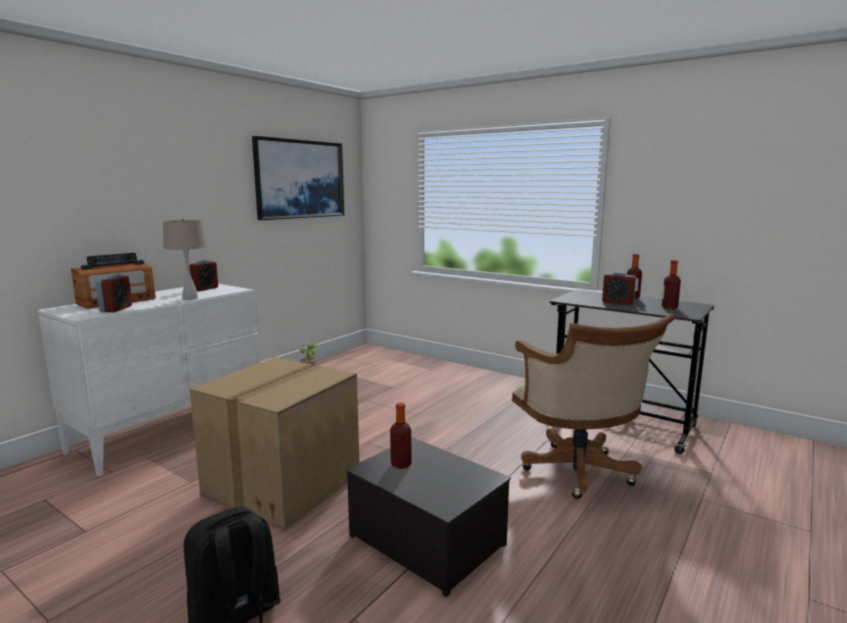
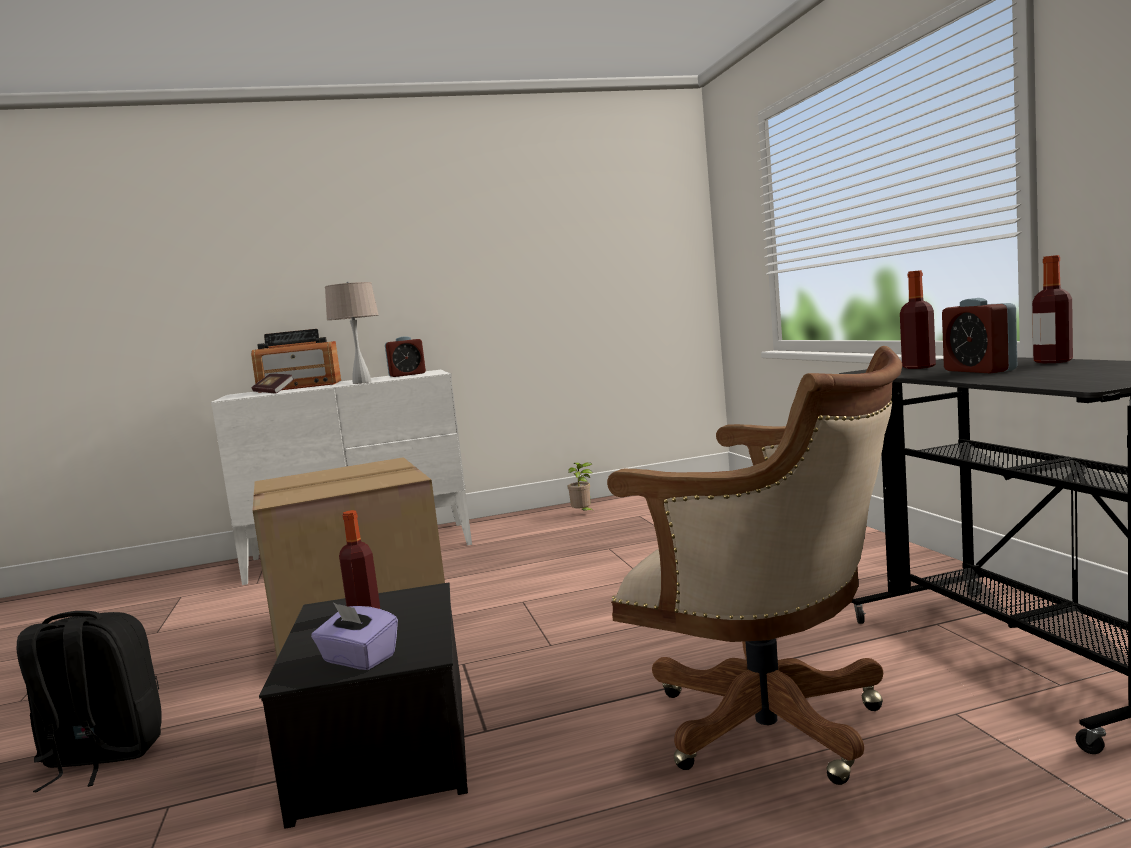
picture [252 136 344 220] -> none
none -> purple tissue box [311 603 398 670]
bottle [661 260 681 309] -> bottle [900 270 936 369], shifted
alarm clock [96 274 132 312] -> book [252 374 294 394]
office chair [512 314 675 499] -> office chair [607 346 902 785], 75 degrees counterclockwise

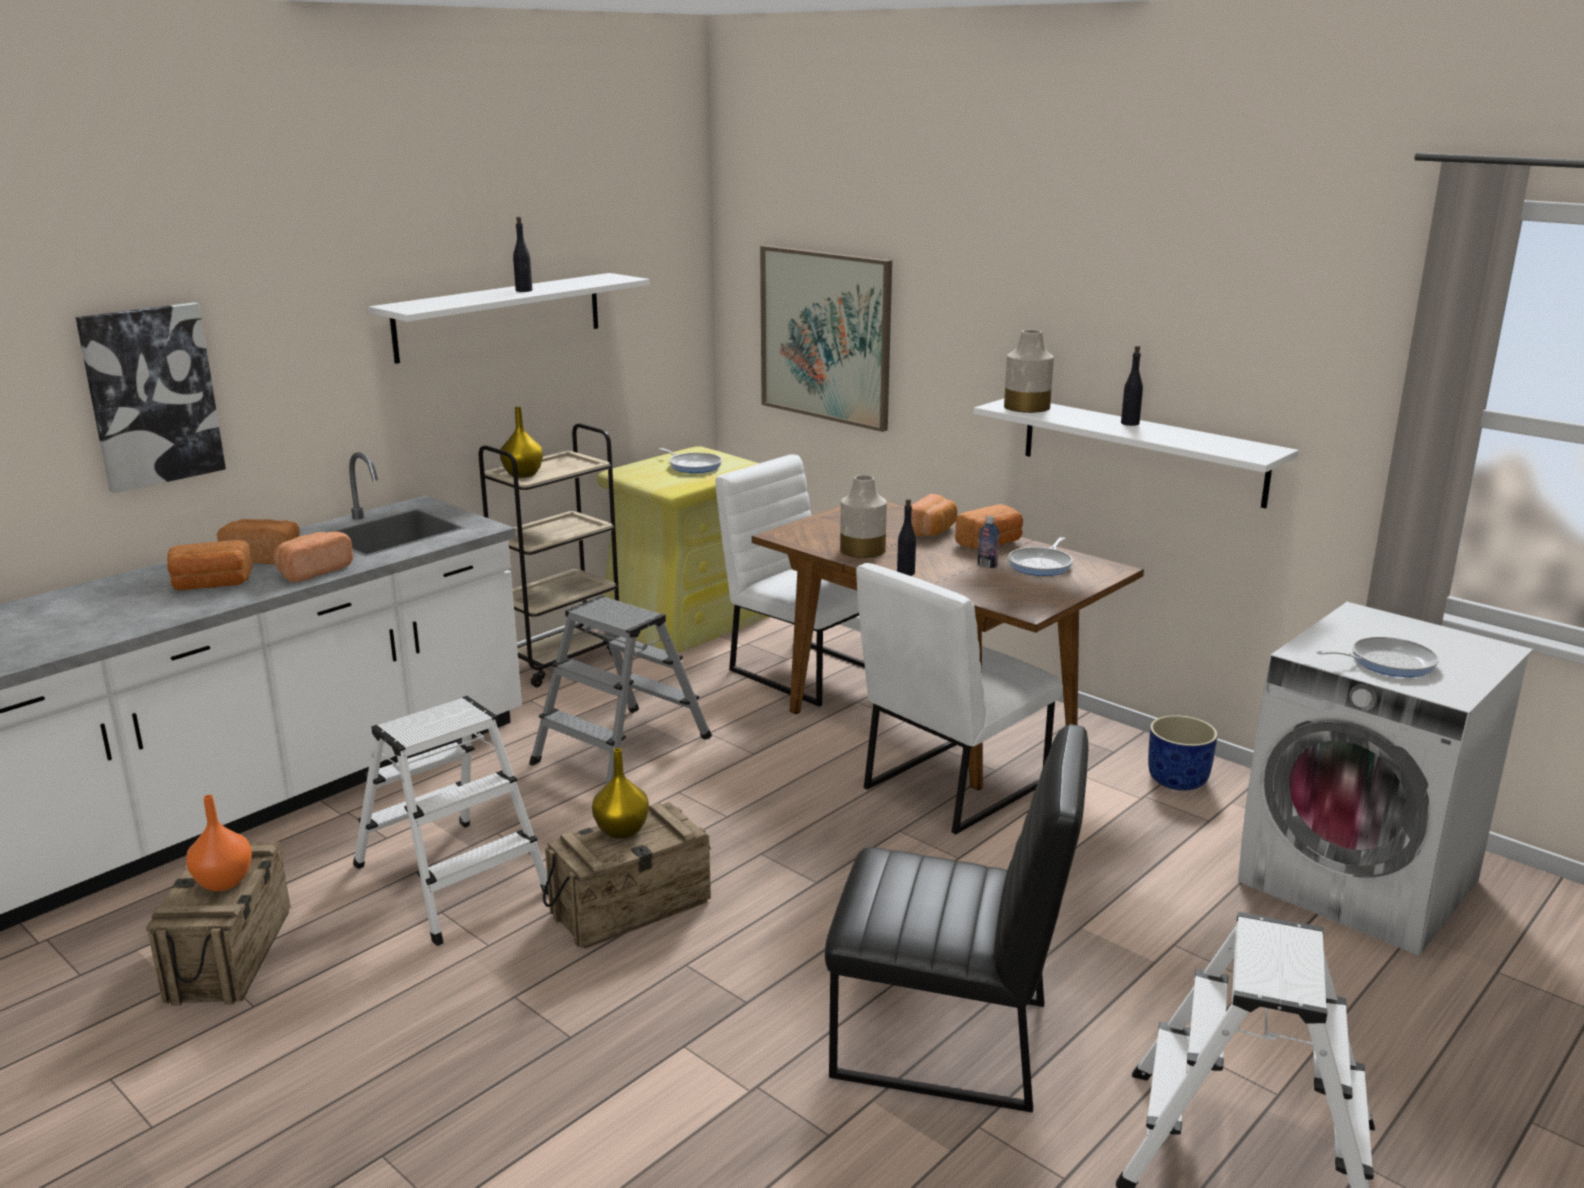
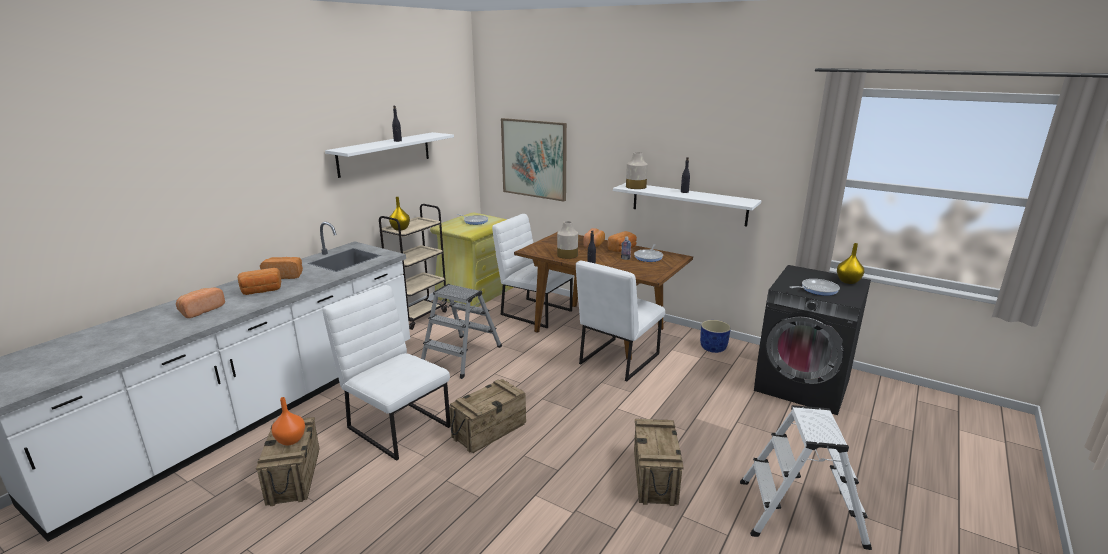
picture [76 302 226 493] -> none
bread [273 532 353 582] -> bread [176 288 225 318], shifted
yellow vase [592 748 649 839] -> yellow vase [837 243 864 284], shifted
white step ladder [353 696 549 946] -> white chair [322 285 451 461]
black chair [825 724 1088 1112] -> crate [634 419 684 506]
white washing machine [1238 602 1533 955] -> black washing machine [754 265 871 415]

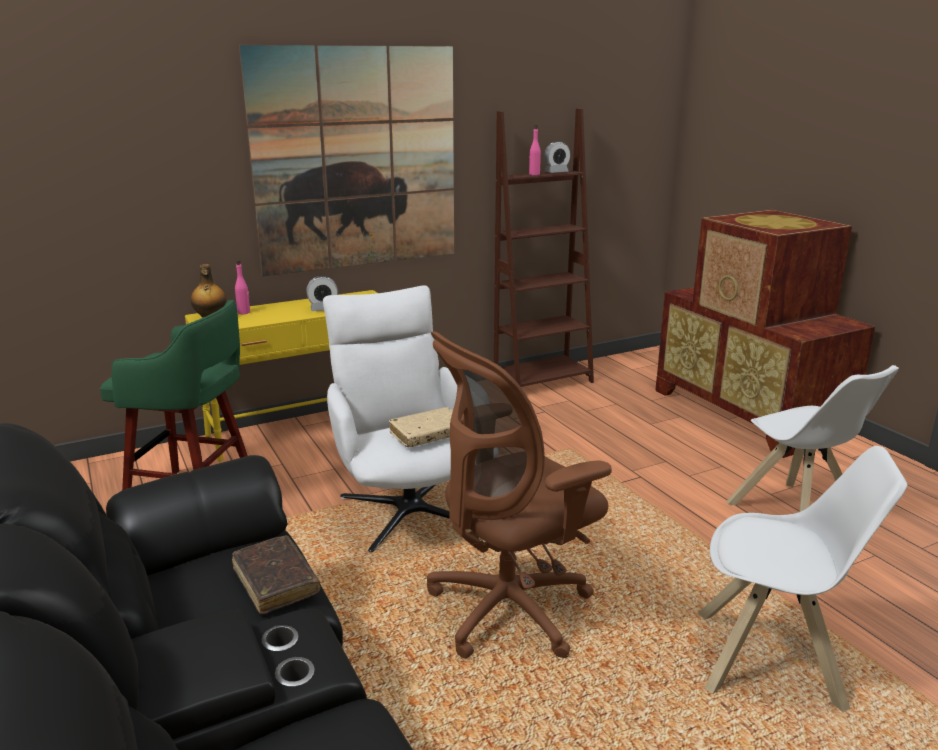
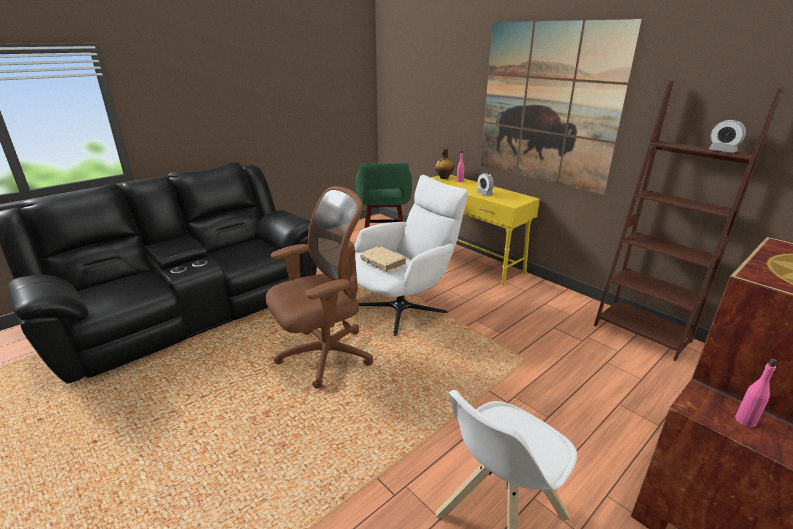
brown book [232 536 321 615] -> none
white chair [697 446 908 712] -> none
pink bottle [529 125 541 175] -> pink bottle [735 359 777 428], shifted
brown office chair [427 332 612 659] -> brown office chair [265 186 373 389], 105 degrees clockwise

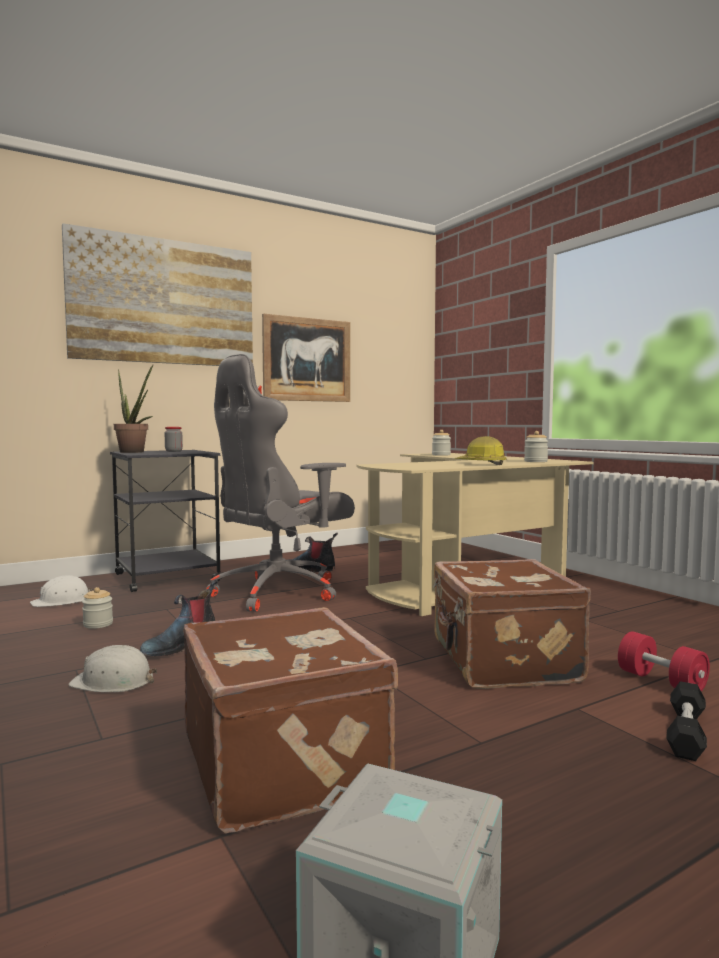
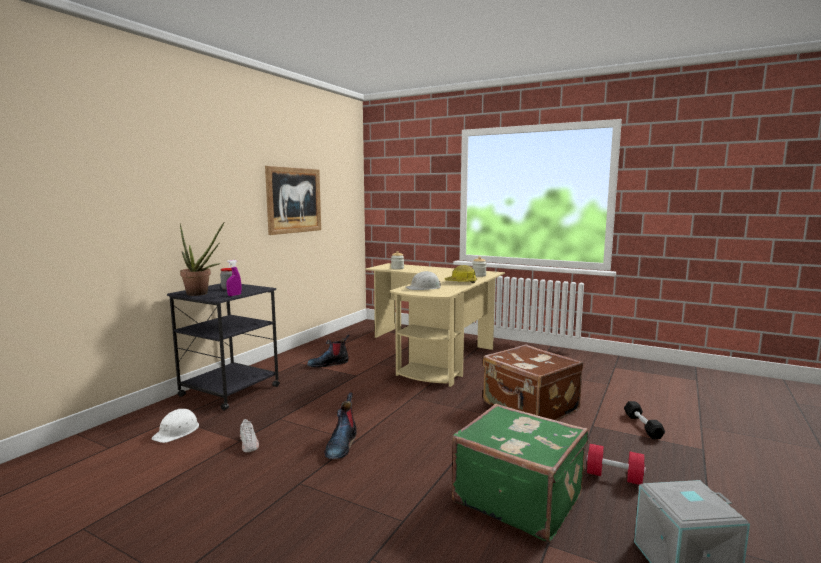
picture [62 223 253 366] -> none
grey office chair [205 354 355 612] -> none
none -> purple spray bottle [226 260 241 296]
white hard hat [68 645 157 692] -> white hard hat [405 271 441 290], shifted
red dumbbell [618 631 710 692] -> red dumbbell [586 444 646 485], shifted
jar [82 587 113 629] -> white shoe [240 419 259 452]
brown suitcase [183 607 398 833] -> green suitcase [452 404 588 543]

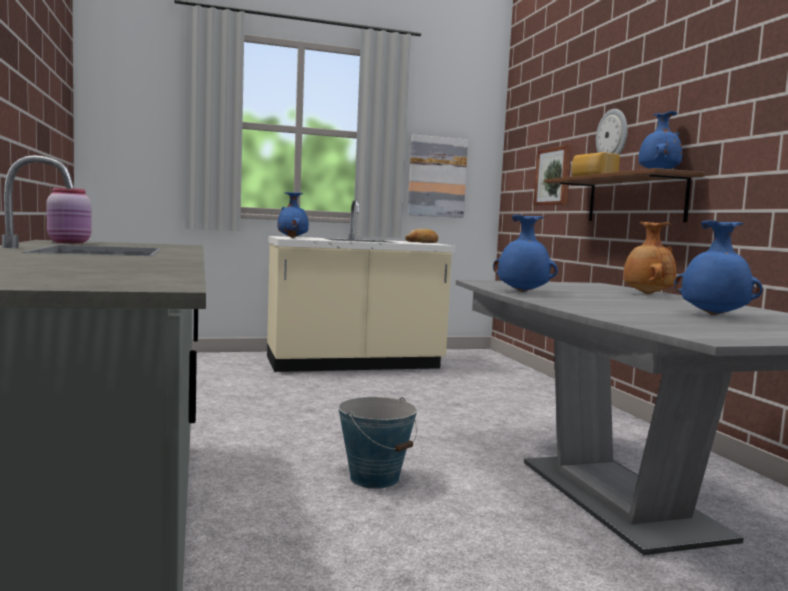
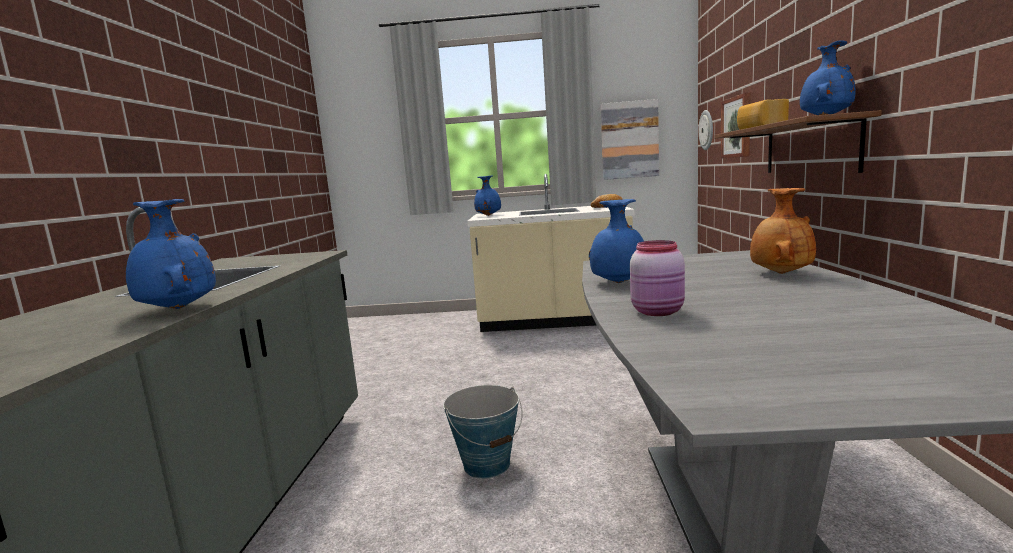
pink jar [46 187 92 243] -> pink jar [630 240 685 316], shifted
wall clock [596 109 628 155] -> wall clock [699 110 713 150], shifted
blue vase [674 220 763 315] -> blue vase [126 199 216 309], shifted

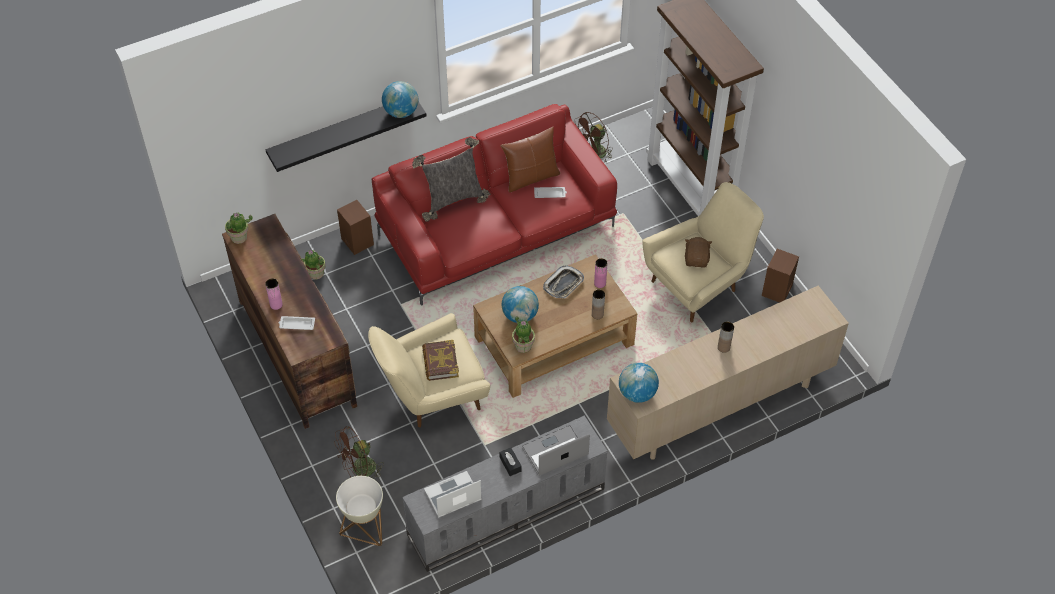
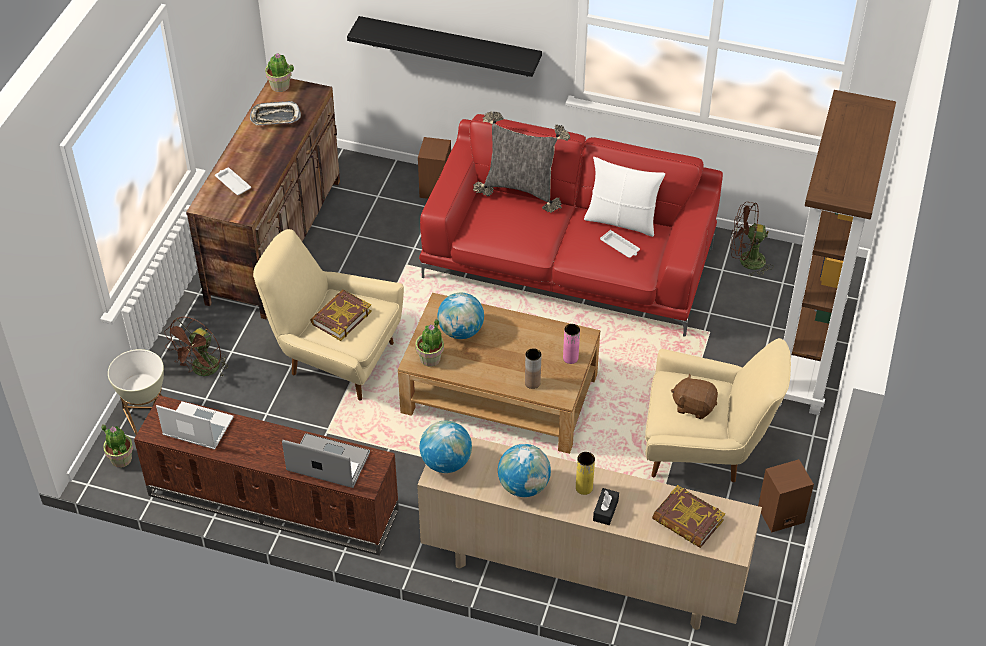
pink vase [265 278 283 310] -> none
none -> book [652 485 725 548]
potted plant [301 250 326 280] -> potted plant [102 425 133 468], shifted
globe [382 81 418 118] -> globe [498 444 551 497], shifted
black tissue box [499 448 522 476] -> black tissue box [593 488 619 525], shifted
tray [543 266 584 298] -> tray [250 101 301 125], shifted
grey tv stand [402 416 607 572] -> brown tv stand [134 395 399 556]
brown pillow [500 127 560 193] -> white pillow [584 157 665 237]
brown vase [718 322 734 353] -> yellow vase [576 452 595 495]
brown fan [334 426 384 478] -> brown fan [164 317 229 377], 75 degrees counterclockwise
brown plush toy [685 237 712 268] -> brown plush toy [671 373 718 419], 120 degrees counterclockwise

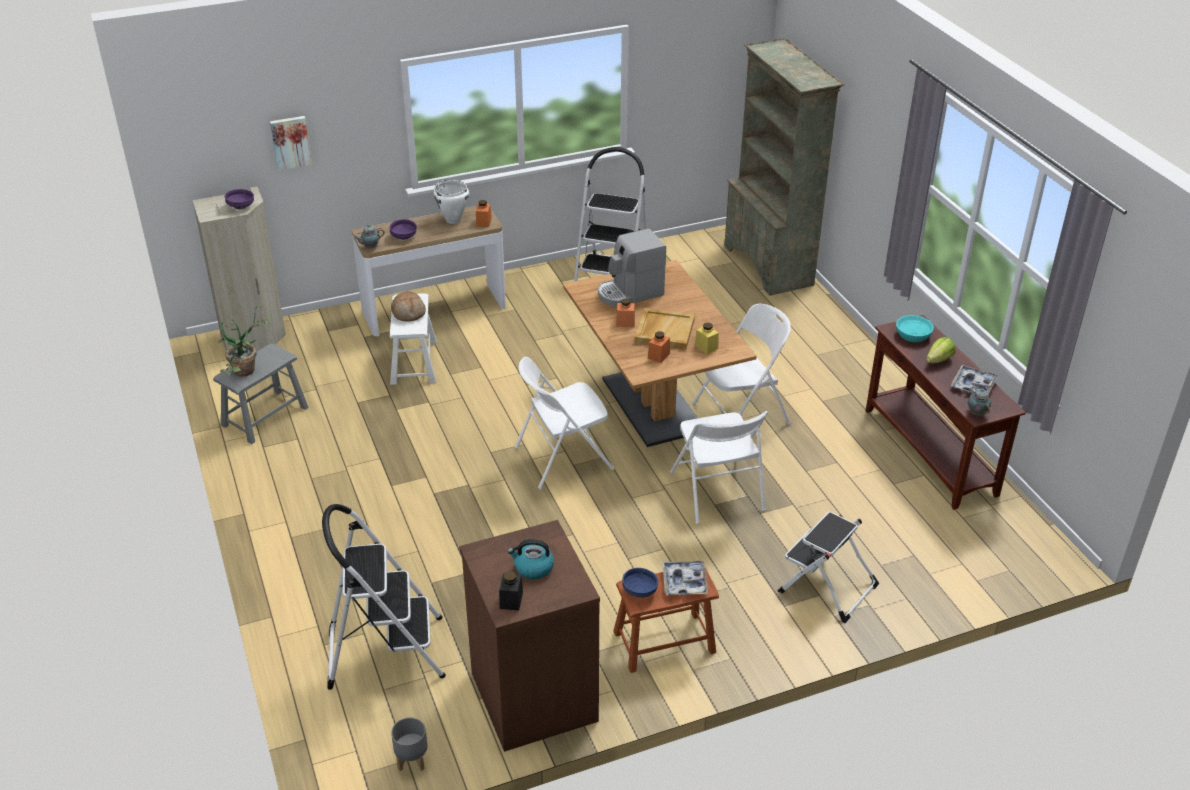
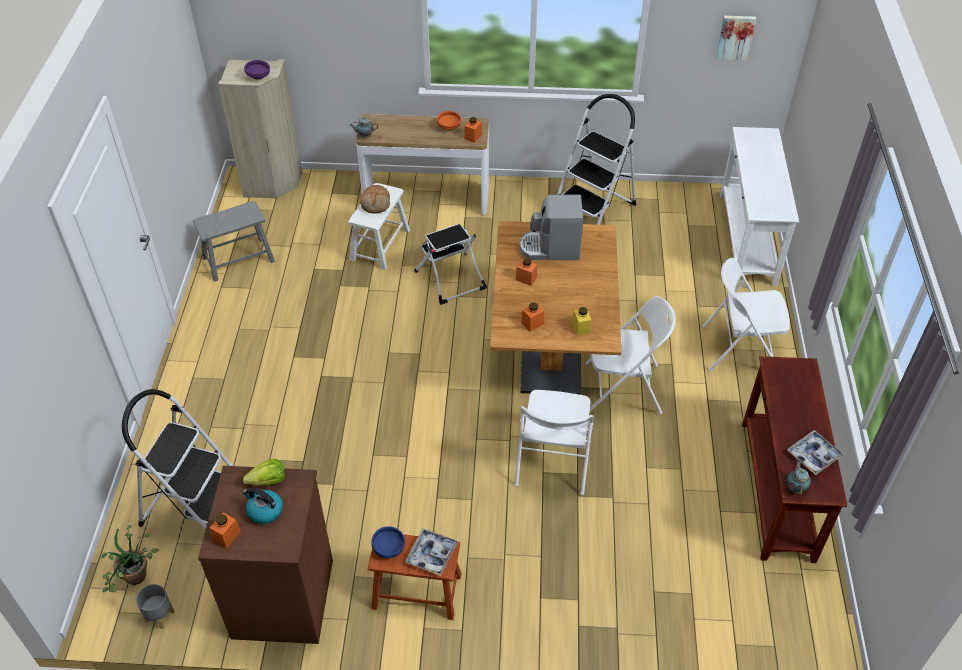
purple bowl [389 219 417 240] -> none
beige tray [635 308 695 350] -> none
turquoise bowl [896 315 934 342] -> none
potted plant [218 305 273 377] -> potted plant [101 525 159 592], shifted
picture [270 116 312 170] -> picture [716 16 756 60], shifted
white chair [515 357 614 490] -> white chair [703 258 790 373], shifted
step ladder [778 512 879 623] -> step ladder [414 224 487 305], shifted
lettuce [926 337 956 363] -> lettuce [243 459 285 486], shifted
white cooking pot [433 180 469 224] -> orange bowl [437 111 461 130]
green bookcase [724 38 845 296] -> white console table [720 127 799 286]
black jar [499 571 523 611] -> orange jar [210 512 241 549]

